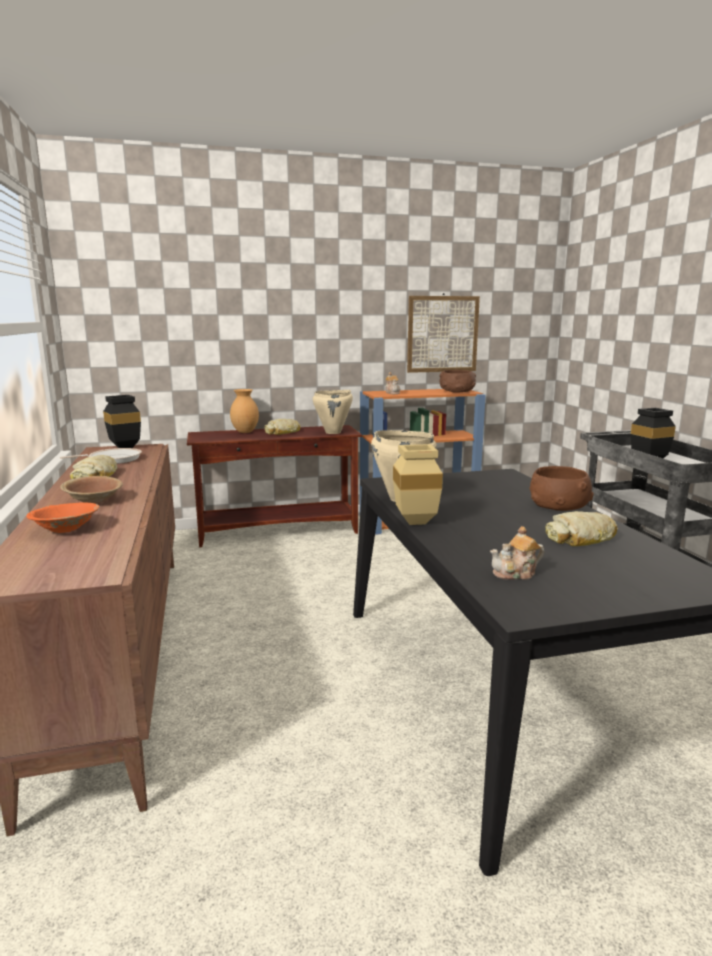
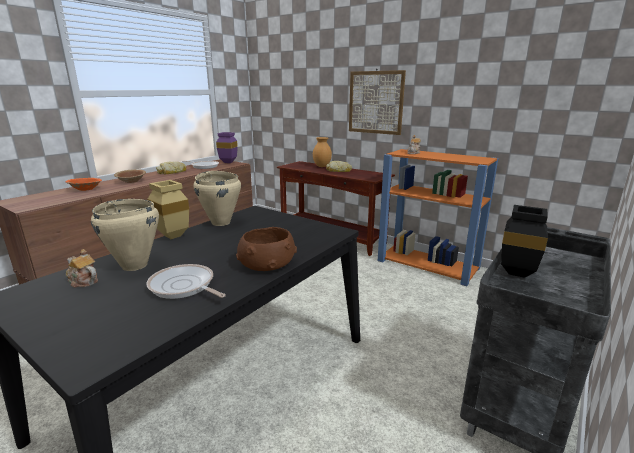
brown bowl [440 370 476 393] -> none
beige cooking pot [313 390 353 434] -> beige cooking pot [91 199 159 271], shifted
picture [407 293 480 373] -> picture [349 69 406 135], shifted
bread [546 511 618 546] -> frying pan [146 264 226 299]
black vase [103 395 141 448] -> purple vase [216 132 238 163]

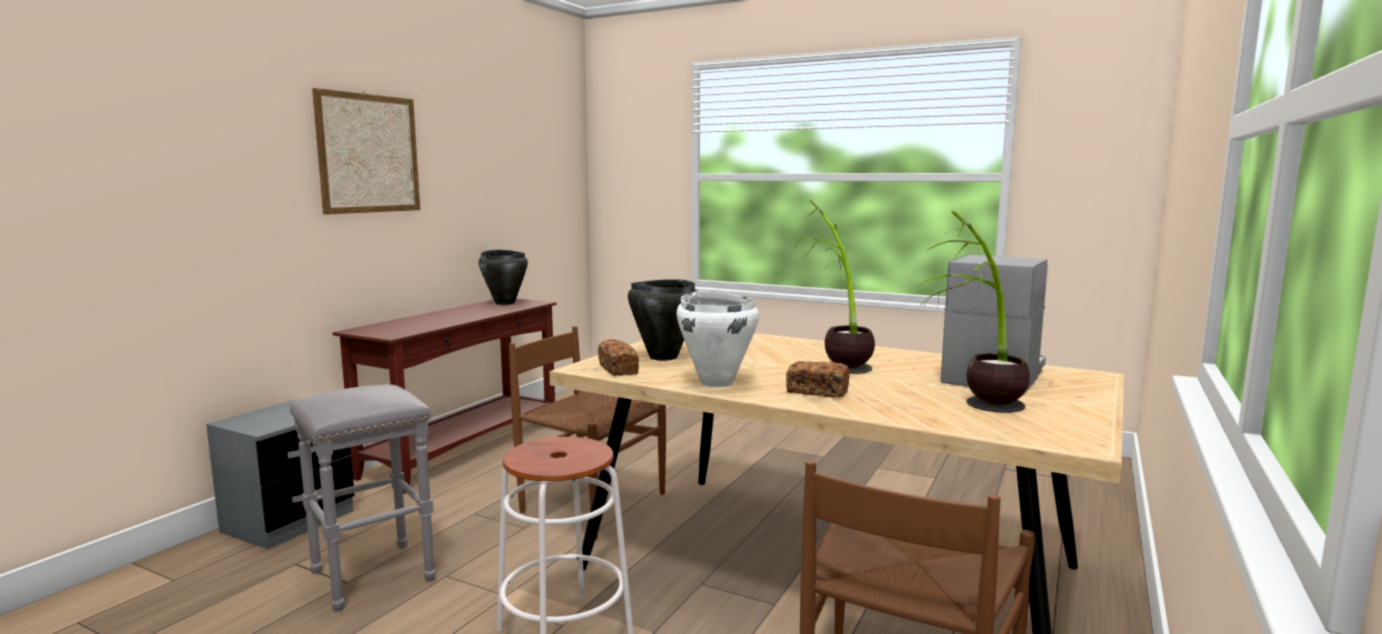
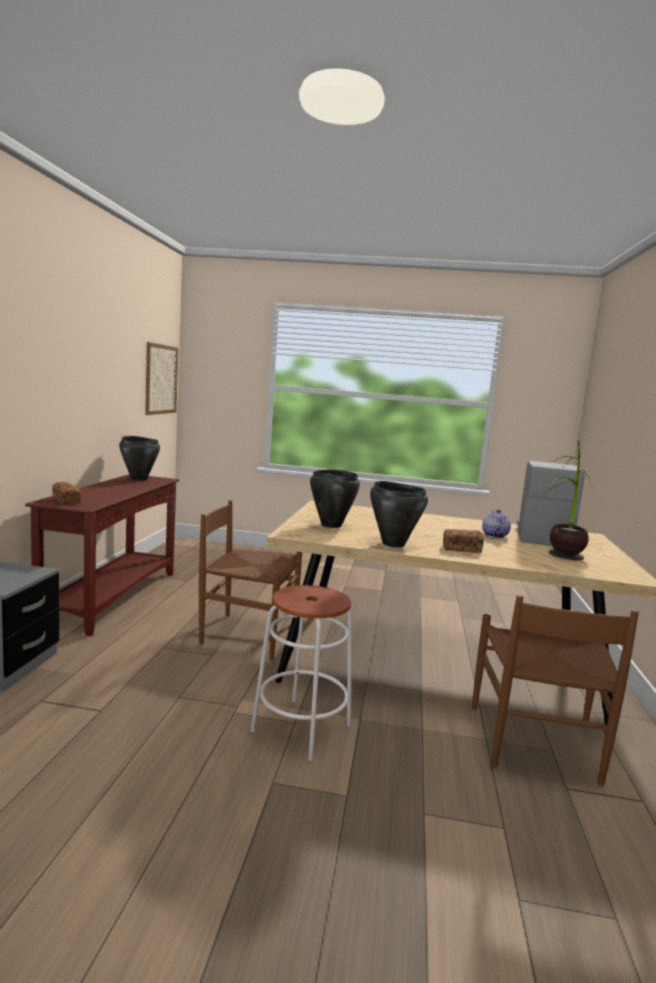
grey stool [289 384 436 612] -> none
potted plant [792 200 875 374] -> none
none -> teapot [482 509 511 538]
picture [312 88 420 215] -> picture [145 342 178 415], shifted
bread [598 339 639 376] -> bread [52 482 81 504], shifted
white cooking pot [676 292 759 388] -> black cooking pot [370 481 428 547]

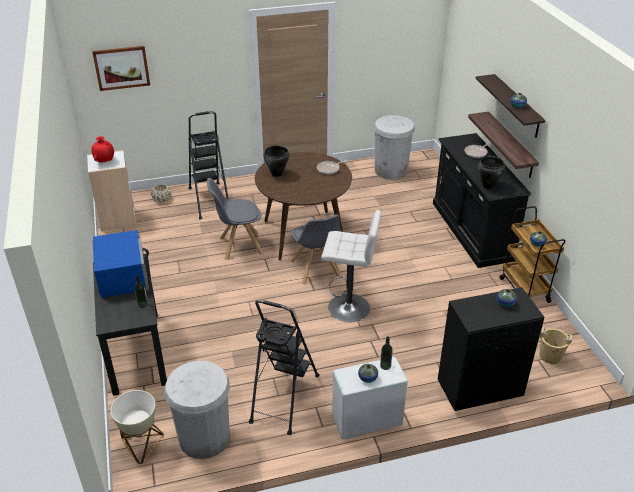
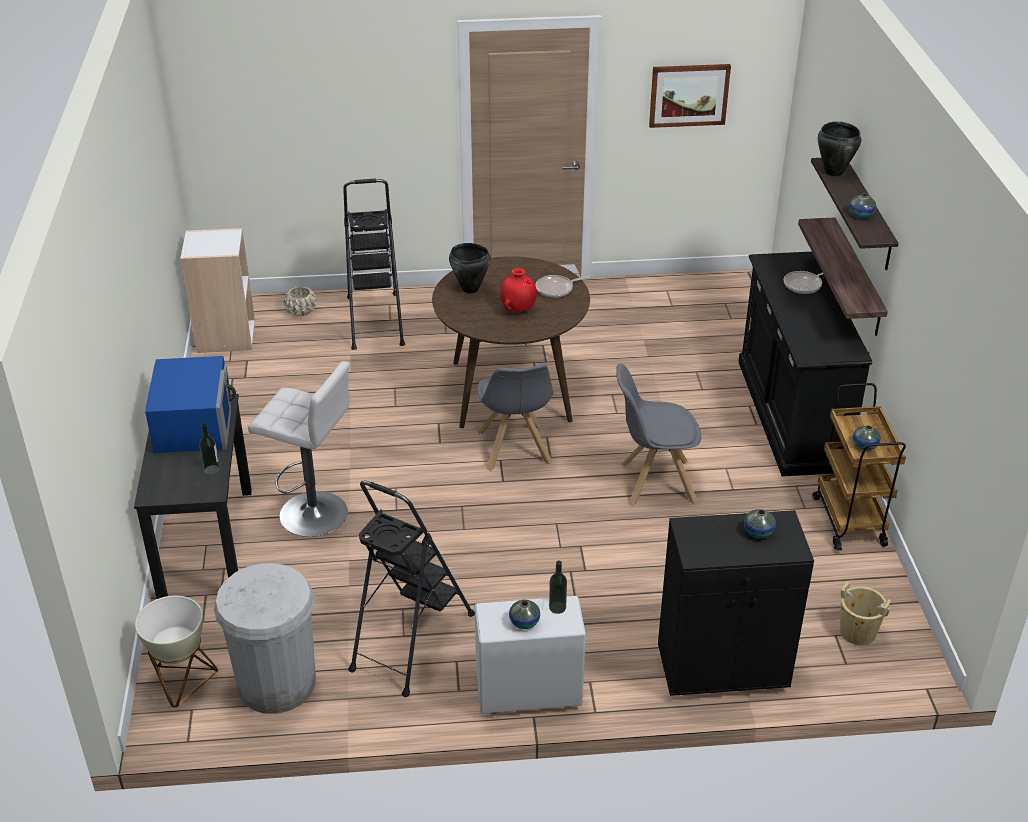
white trash can [373 115 415 180] -> none
red vase [91 136 114 163] -> red vase [500 268 537 312], shifted
picture [92 46 150 91] -> picture [649 64 731 128], shifted
grey chair [207 178 264 260] -> grey chair [616 364 702 506], shifted
white stool [321 210 381 322] -> white stool [248 361 350 537], shifted
black cooking pot [478 156 505 189] -> black cooking pot [818 121 861 176], shifted

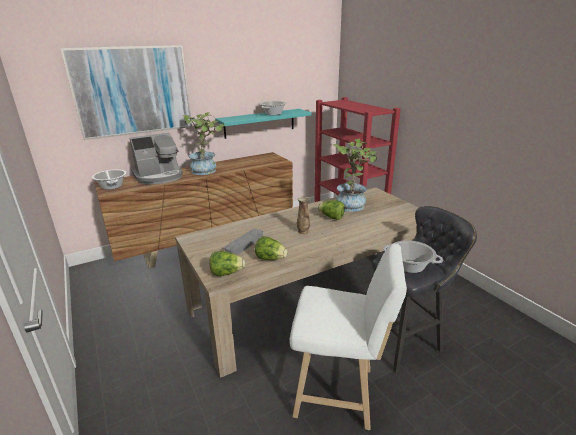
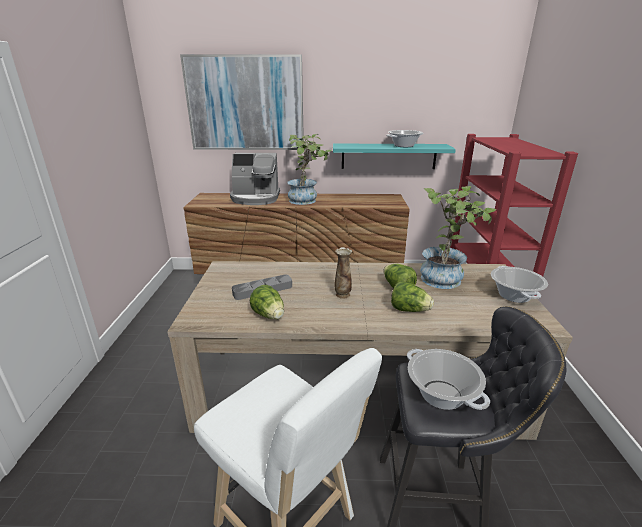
cooking pot [92 169 127 190] -> cooking pot [491 266 548 303], shifted
lettuce [210 251 245 276] -> lettuce [391 281 434 312], shifted

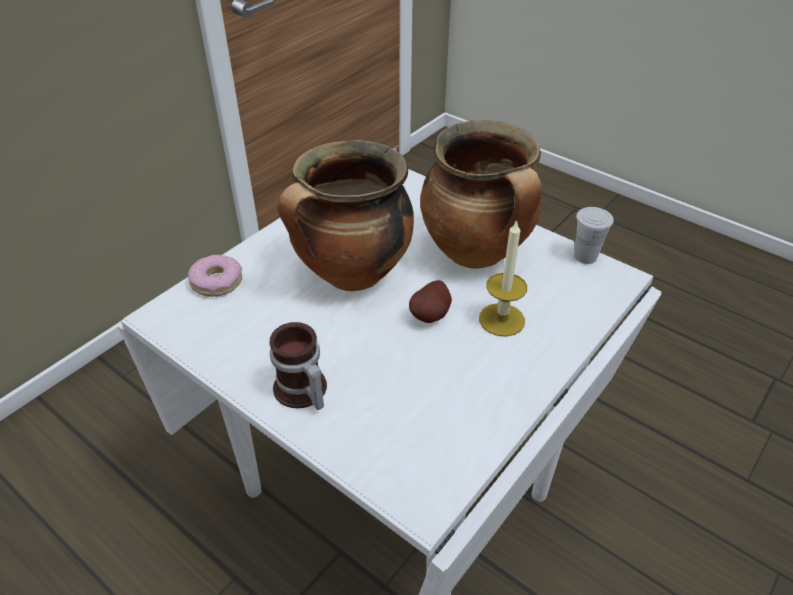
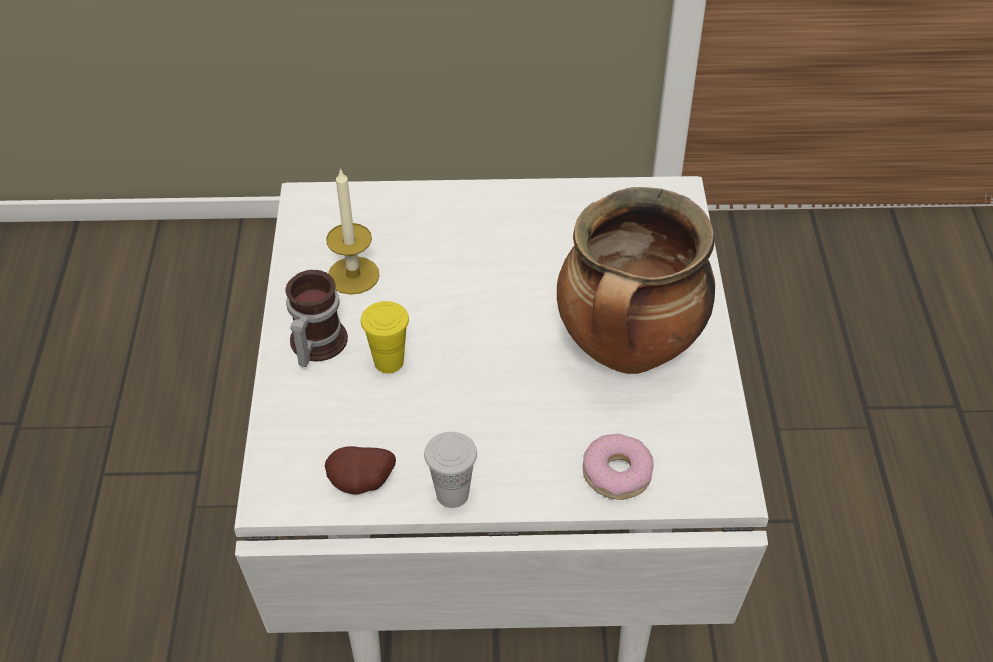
cooking pot [278 140 414 291] -> none
none -> yellow cup [361 301 409 373]
donut [188 254 242 297] -> donut [583 433 654 500], shifted
potato [409 280 452 323] -> potato [325 446 396 495], shifted
candle [479 219 527 337] -> candle [326 168 380 295], shifted
white cup [574 207 614 264] -> white cup [424 432 477 508], shifted

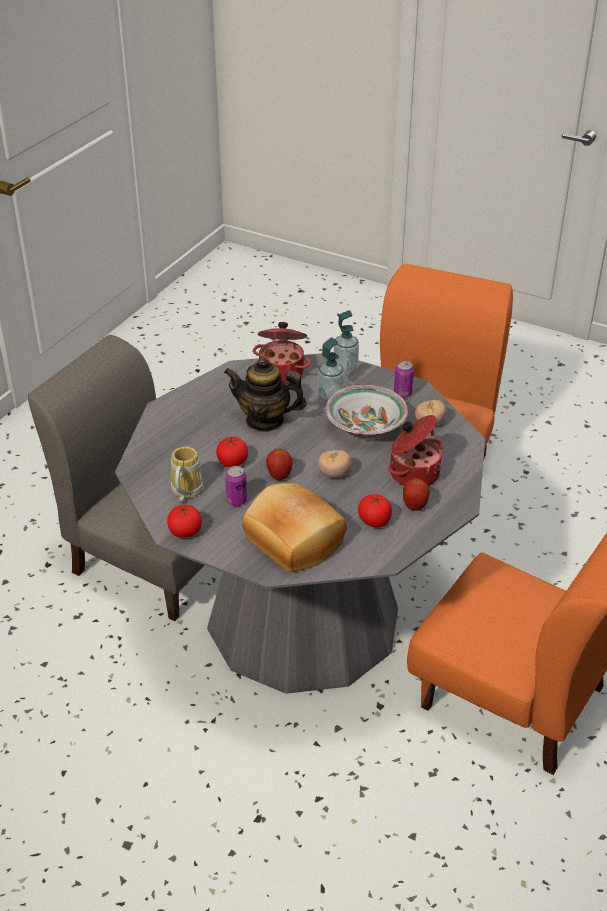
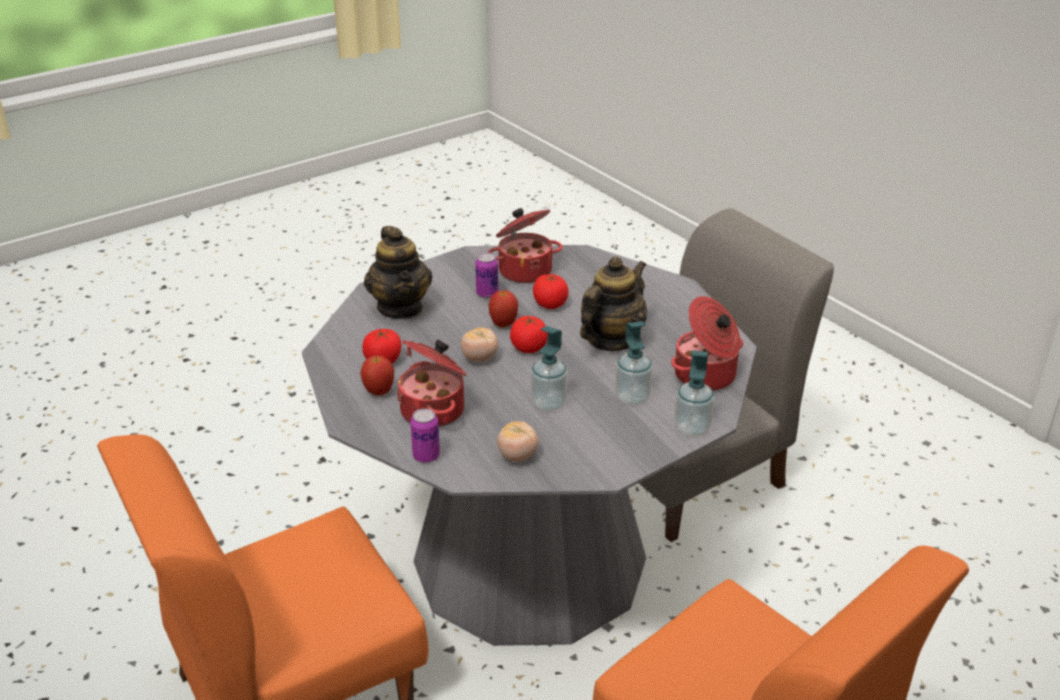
tomato [167 504 202 537] -> tomato [510 316 548 353], shifted
can [394 361 414 398] -> can [410 408 440 463], shifted
mug [171 447 203 502] -> cooking pot [488 208 563 283]
bread [242 483 347 573] -> teapot [364 226 433 319]
bowl [325 385 408 438] -> soap dispenser [531 326 567 412]

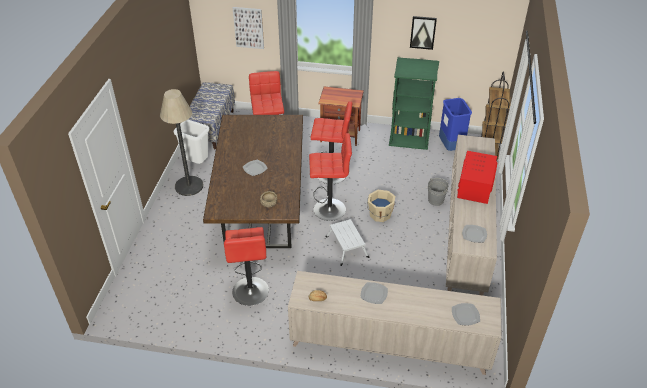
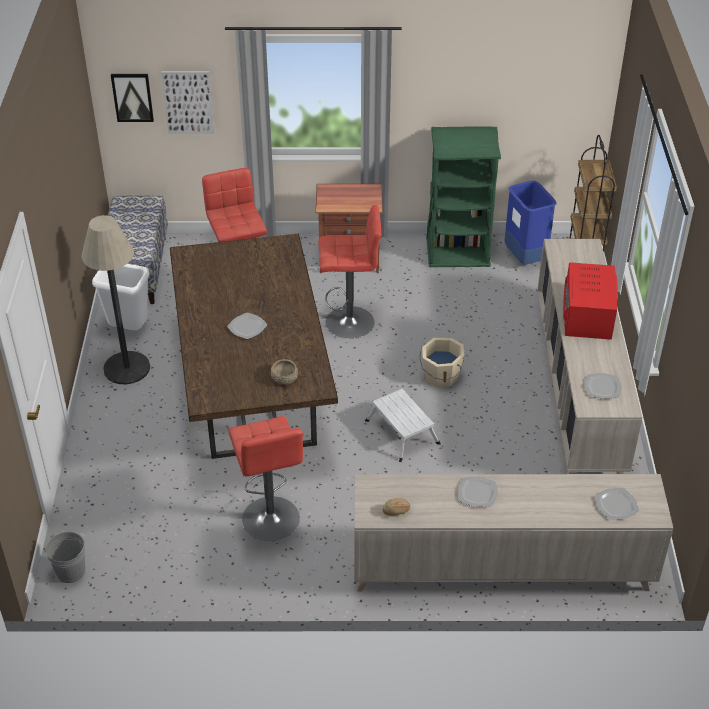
red stool [309 133 352 221] -> none
picture [410 16 437 50] -> picture [111 74 154 122], shifted
grey bucket [428 178 449 206] -> grey bucket [45 531 85 583], shifted

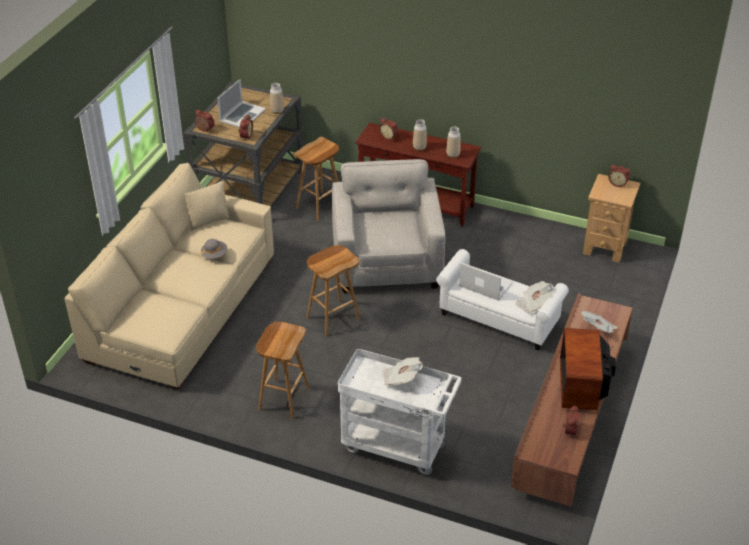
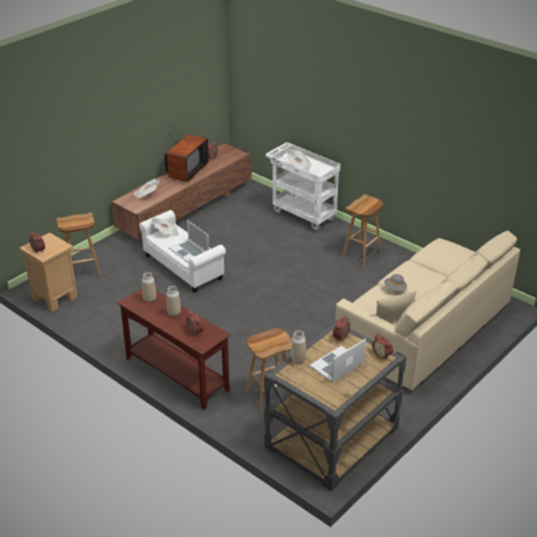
grey armchair [332 159 445 293] -> none
brown stool [307 245 360 336] -> brown stool [57 213 101 276], shifted

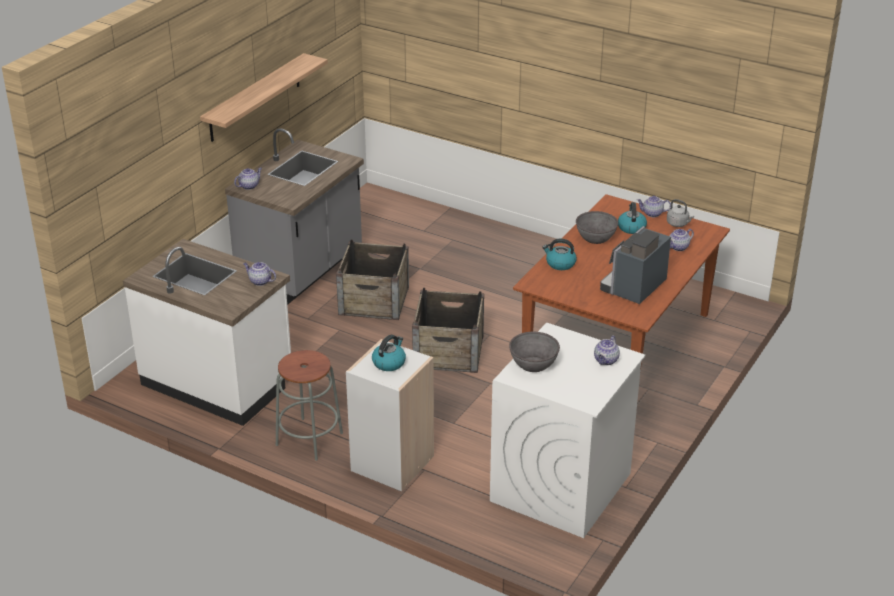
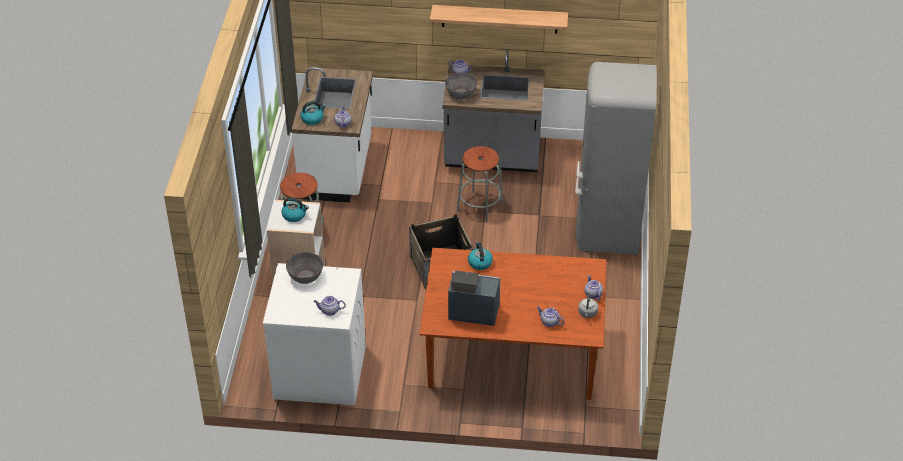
none -> grey fridge [575 62 657 256]
grey bowl [576 211 618 244] -> grey bowl [445 73 478 99], shifted
kettle [618 202 647 234] -> kettle [300 101 326 125], shifted
crate [336 239 409 320] -> grey stool [457 146 503 223]

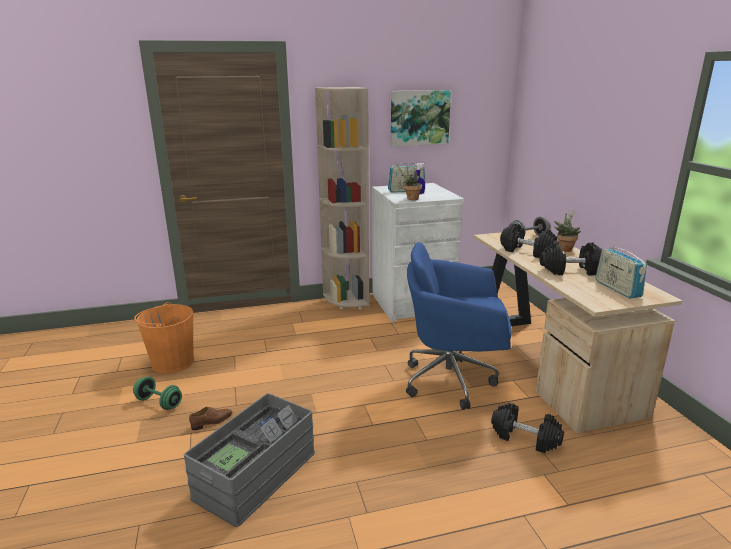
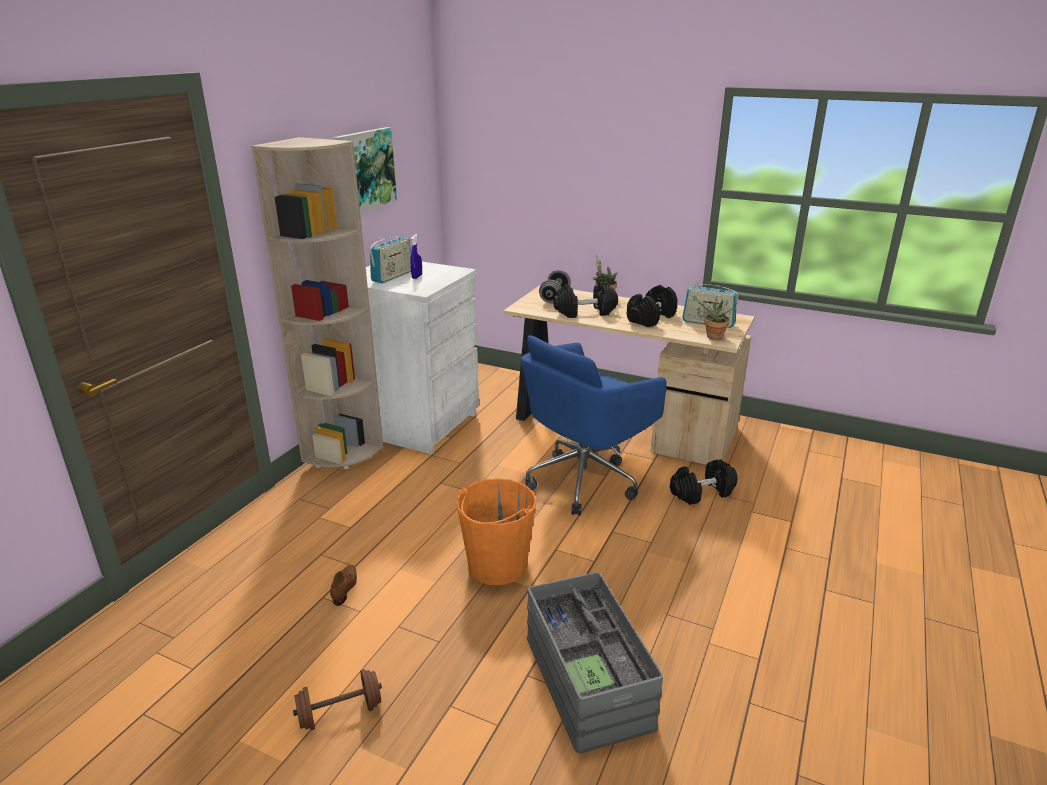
orange bucket [134 302 194 374] -> orange bucket [456 478 536 586], shifted
brown shoe [189 407 232 430] -> brown shoe [330 565 357 606], shifted
potted plant [397 165 422 200] -> potted plant [693 296 734 340], shifted
green dumbbell [133 377 182 410] -> brown dumbbell [293 669 382 730]

